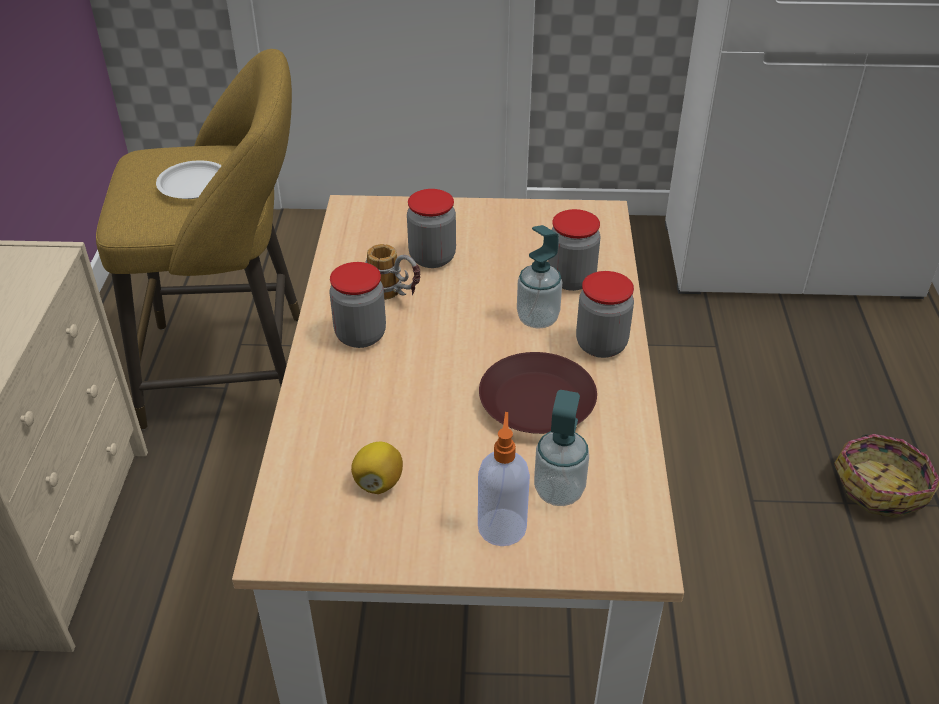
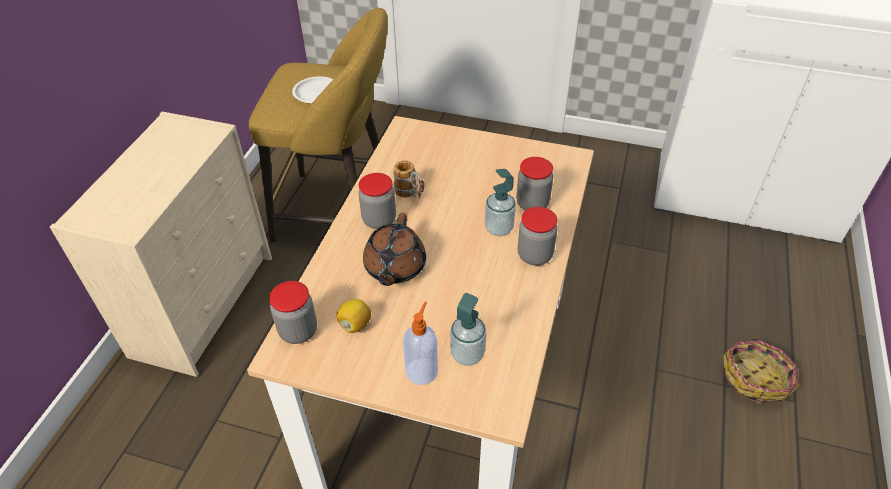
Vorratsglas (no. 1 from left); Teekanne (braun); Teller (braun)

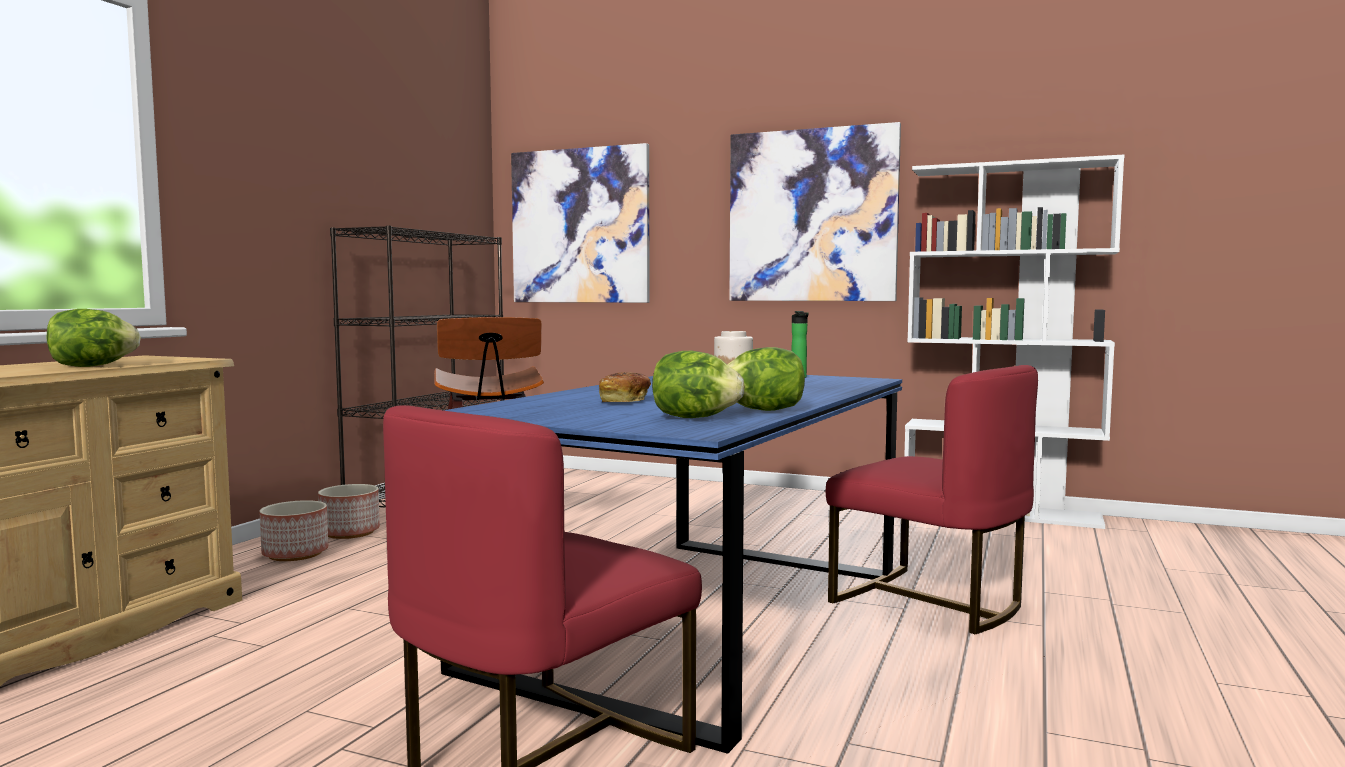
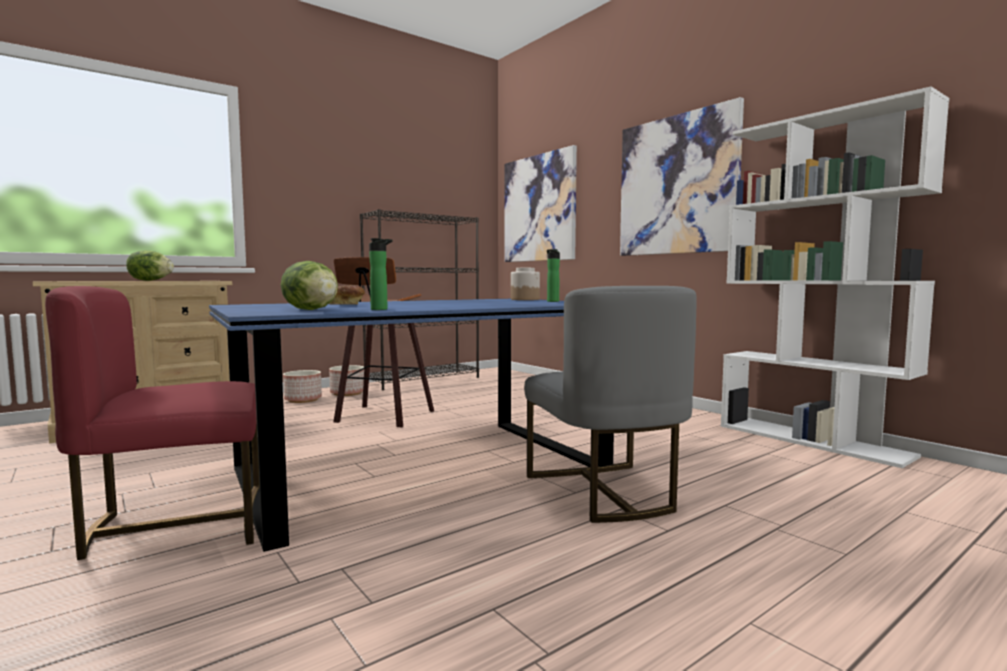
Flasche (no. 1 from left); Stuhl (grau)

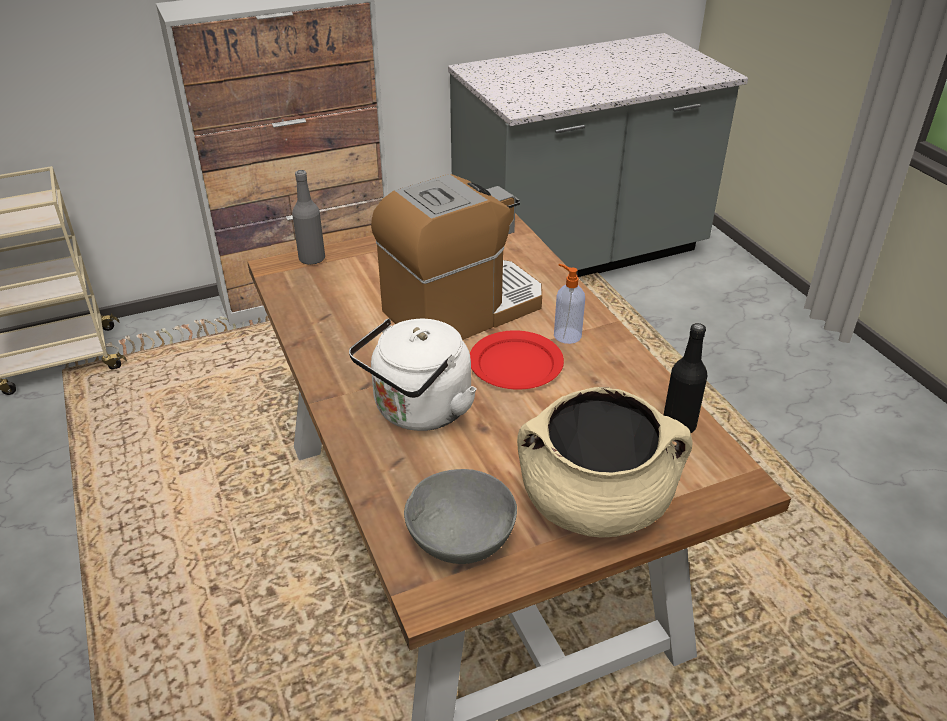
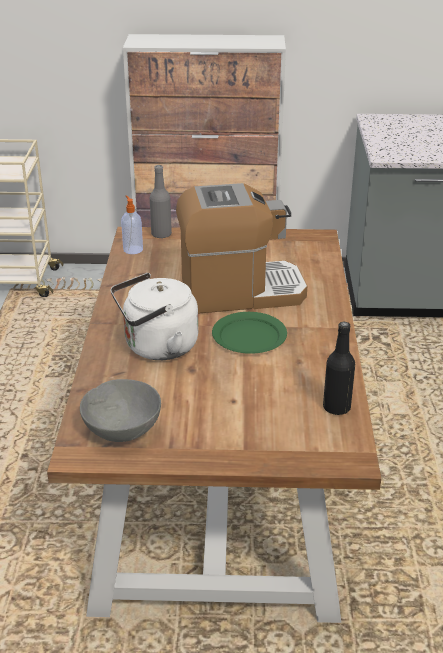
Seifenspender; Teller (grün); Kochtopf (beige)

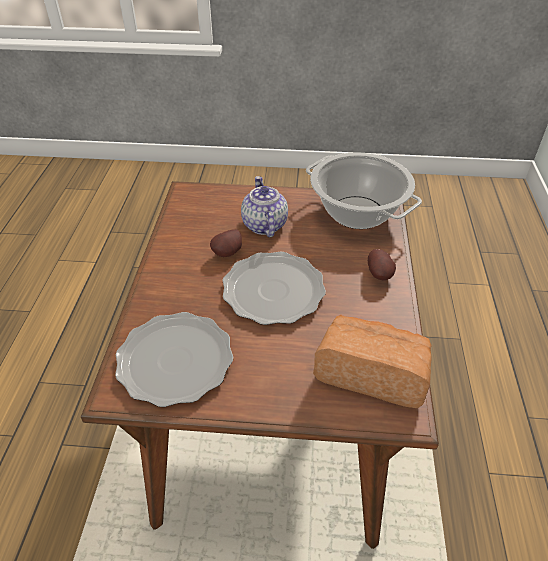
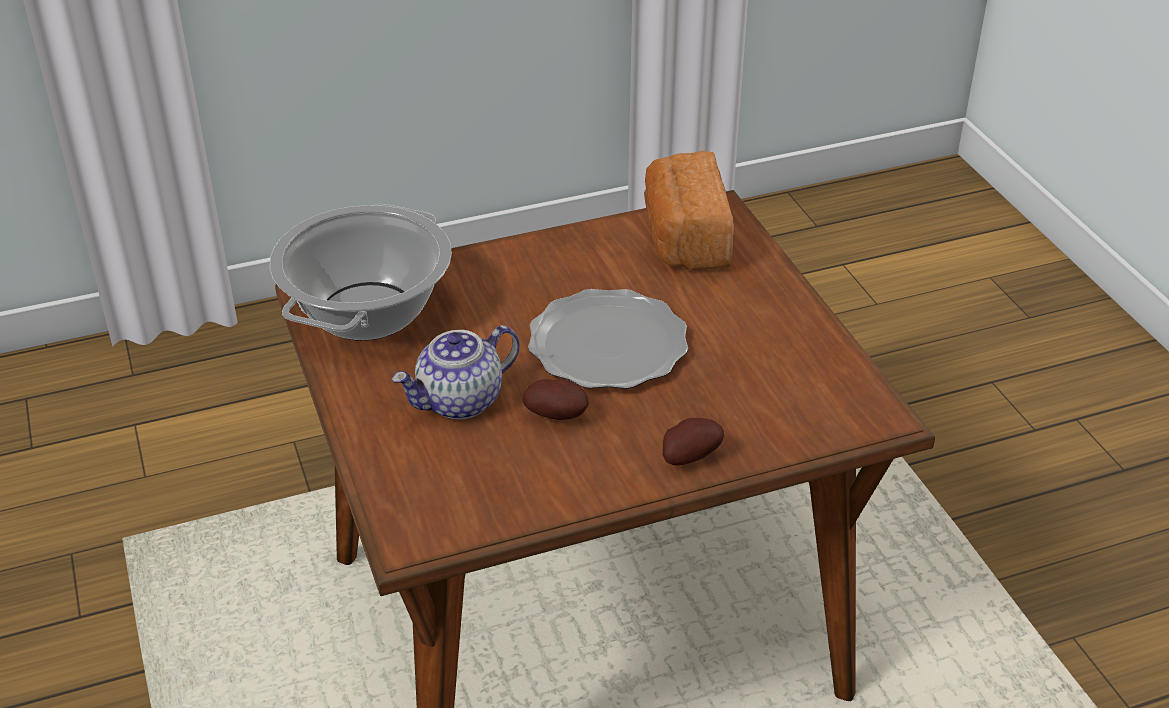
Kartoffel (no. 2 from left); Teller (no. 1 from left in the first image)

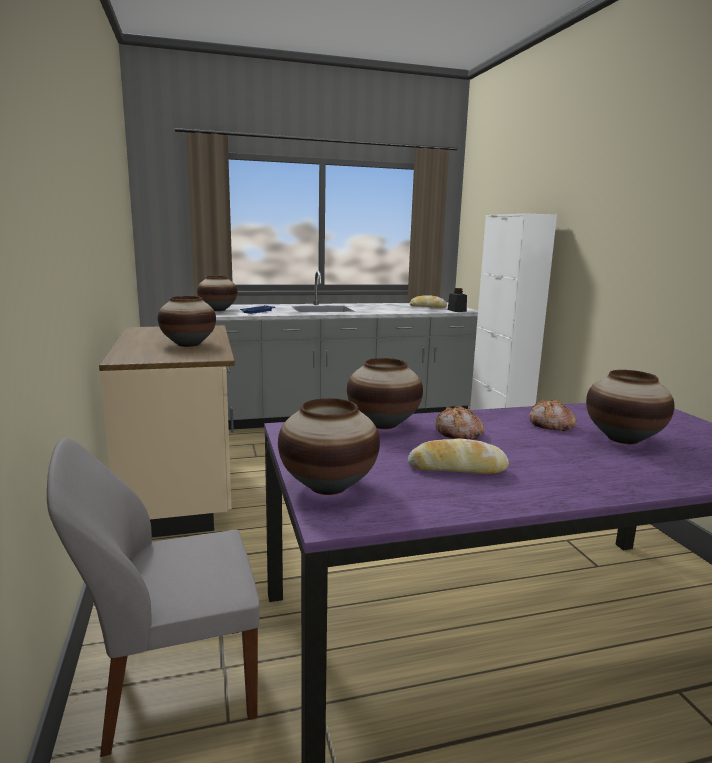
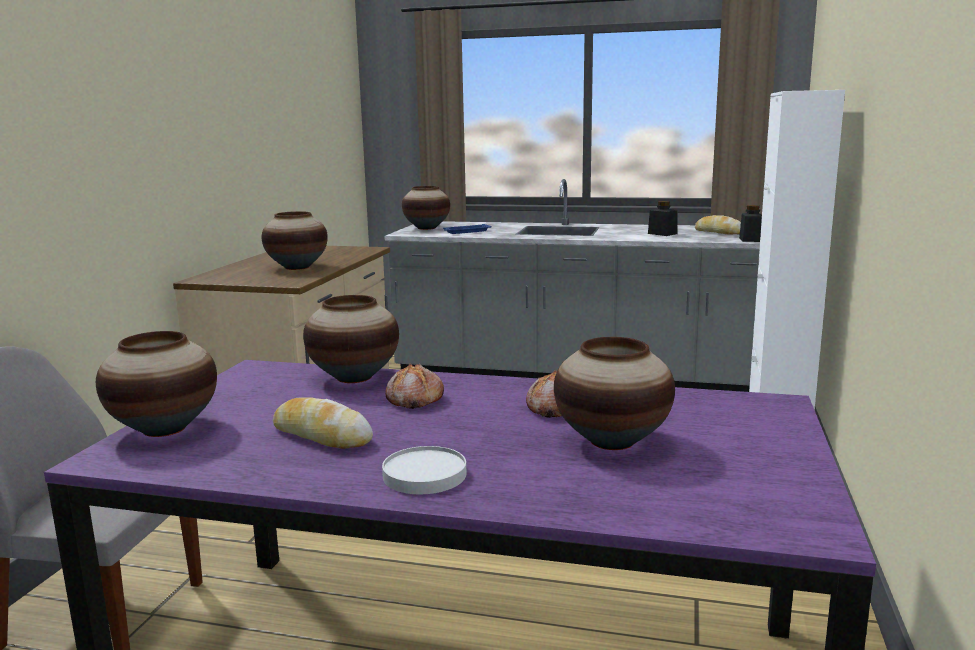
Teller (weiß); Vorratsglas (schwarz) (no. 1 from left)

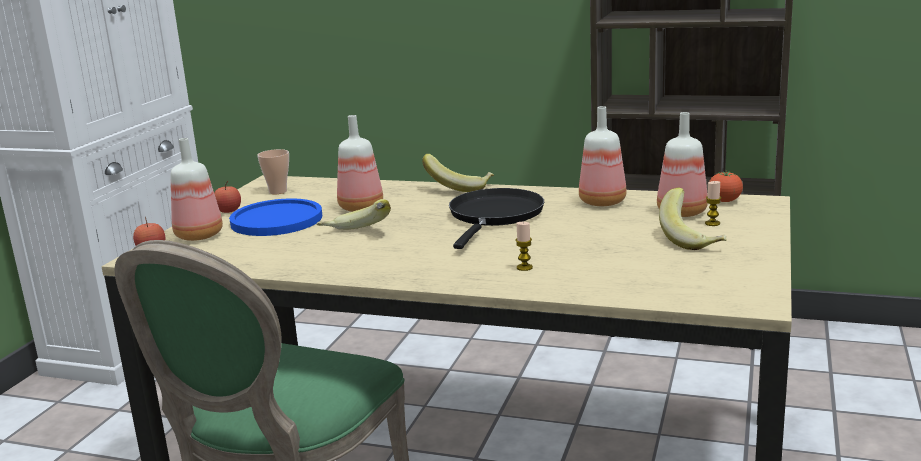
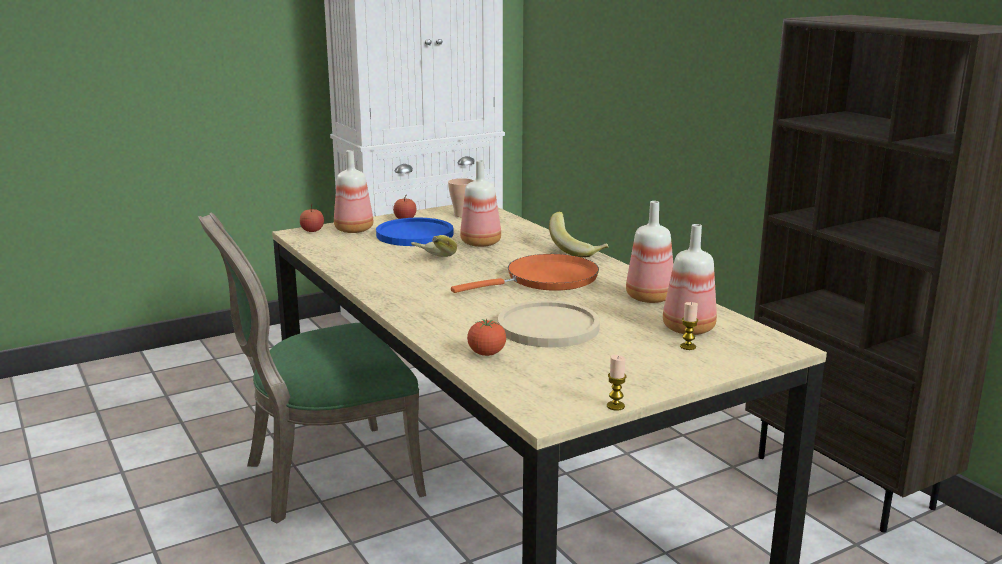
Pfanne (orange); Tomate; Teller (beige); Kerze (no. 1 from left); Banane (no. 3 from left in the first image)

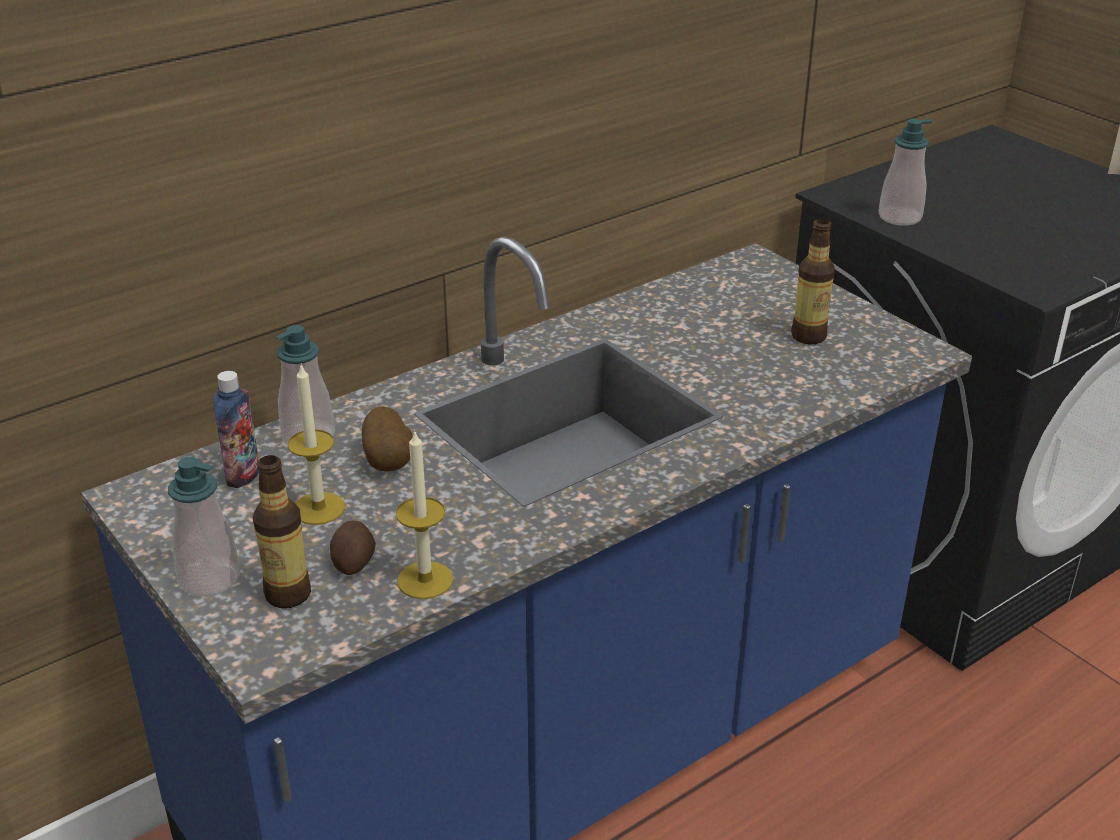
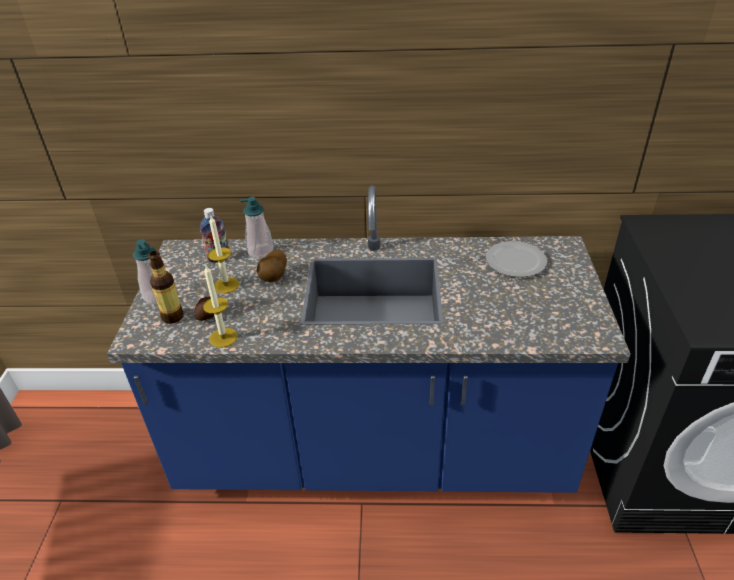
Teller; Flasche (no. 3 from left in the first image); Seifenspender (no. 3 from left in the first image)

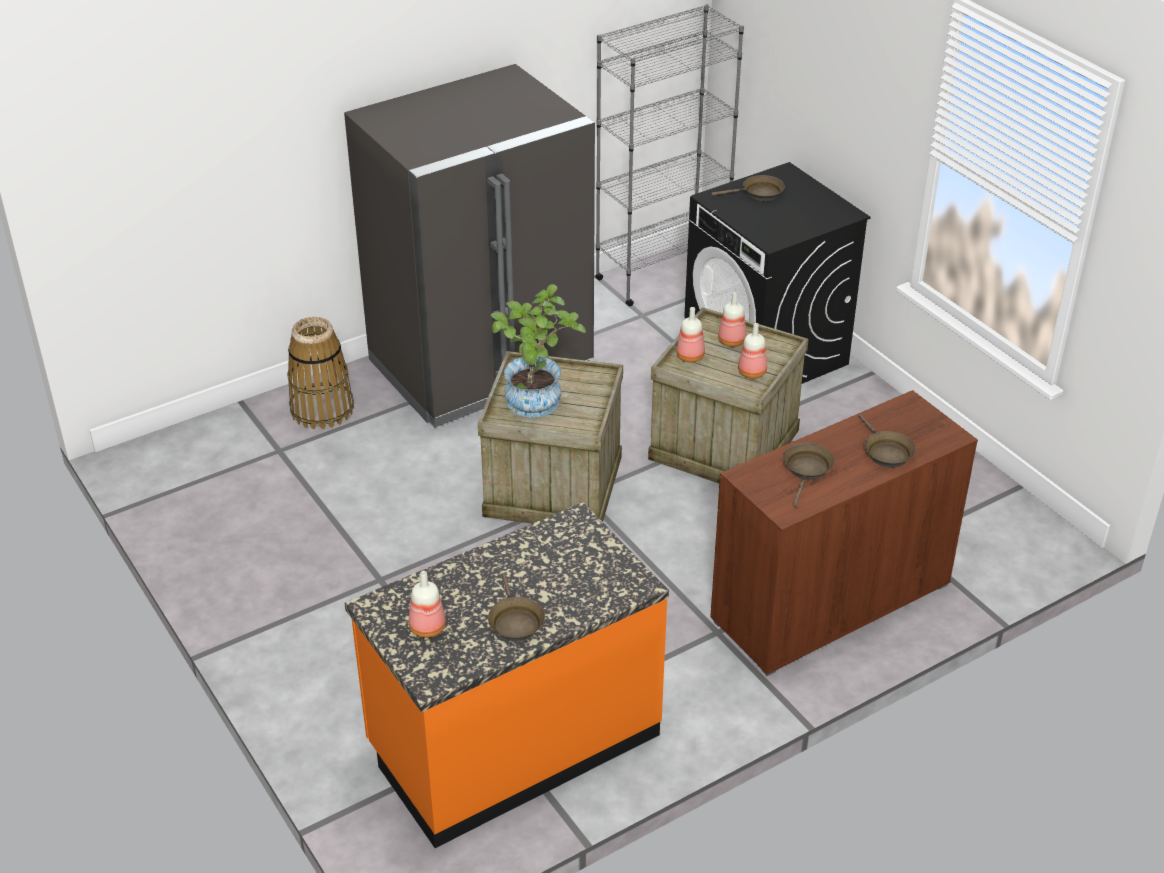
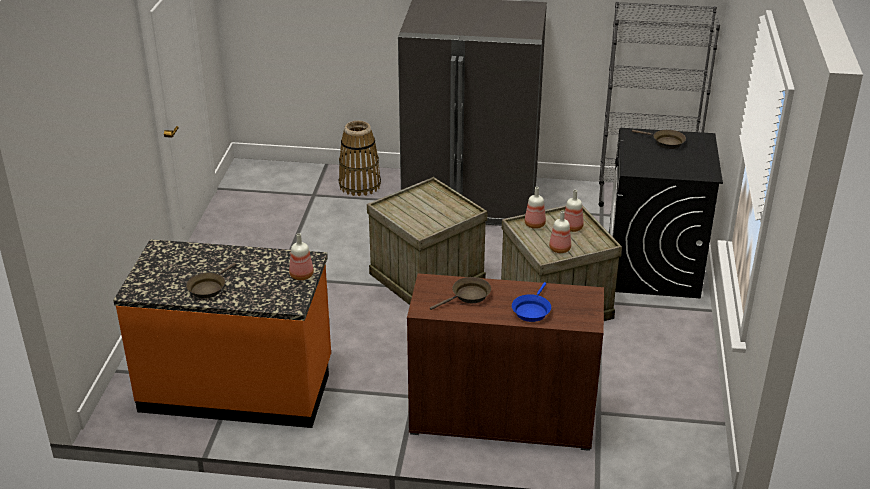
Flasche (no. 1 from left); Pfanne (blau); Topfpflanze

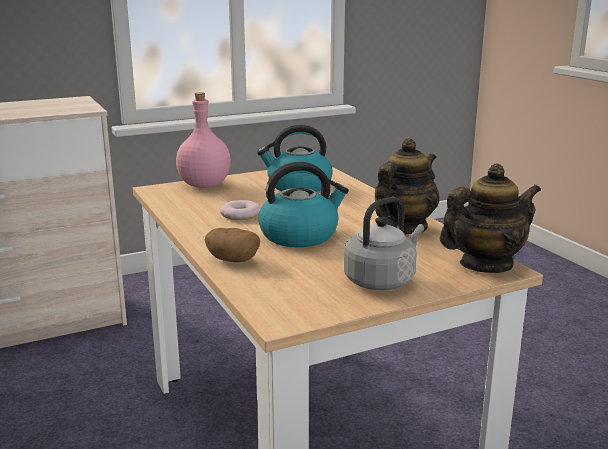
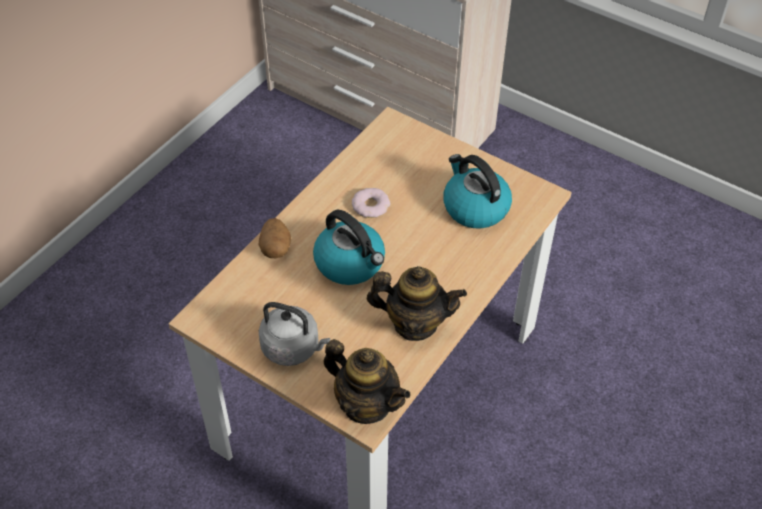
Flasche (rosa)

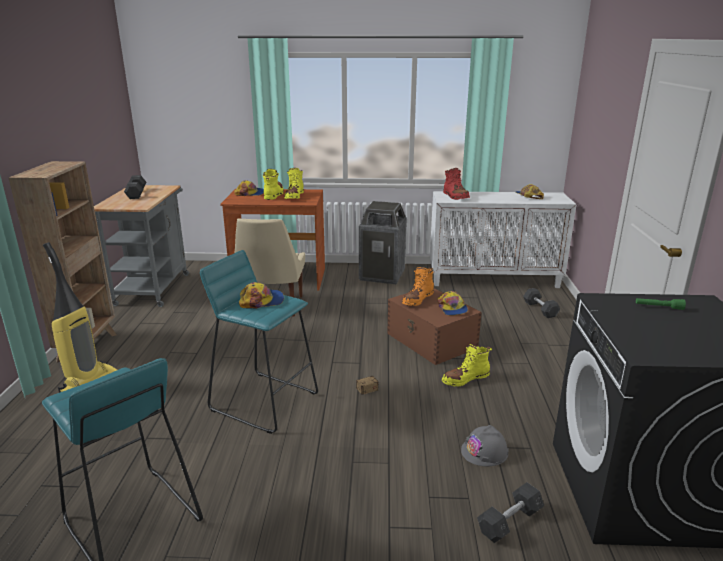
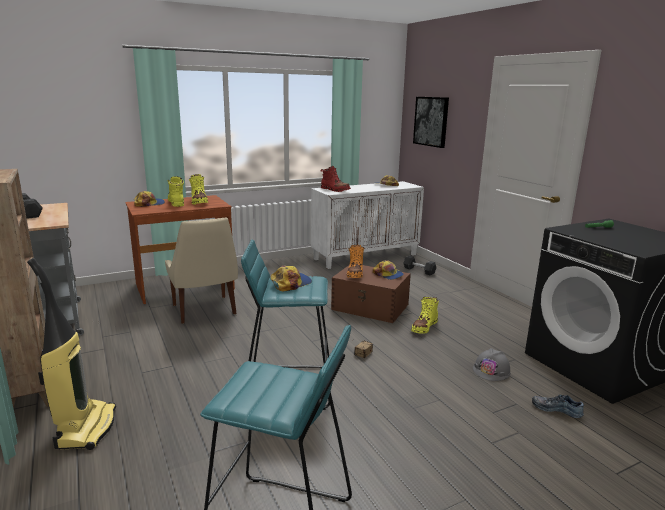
Bild; Schuh; Mülleimer

